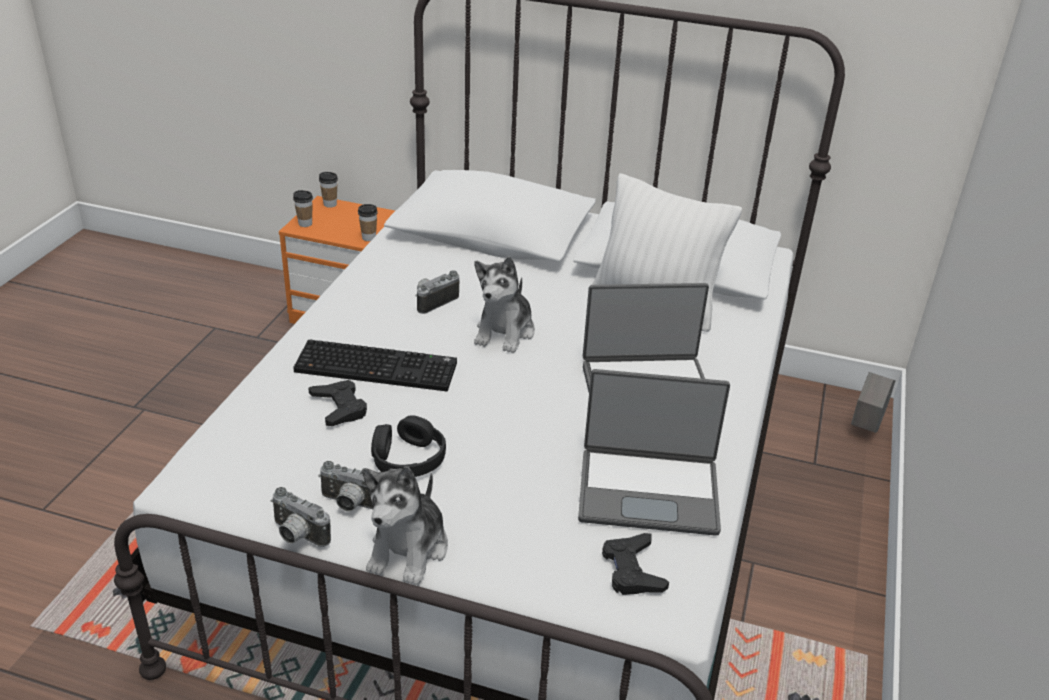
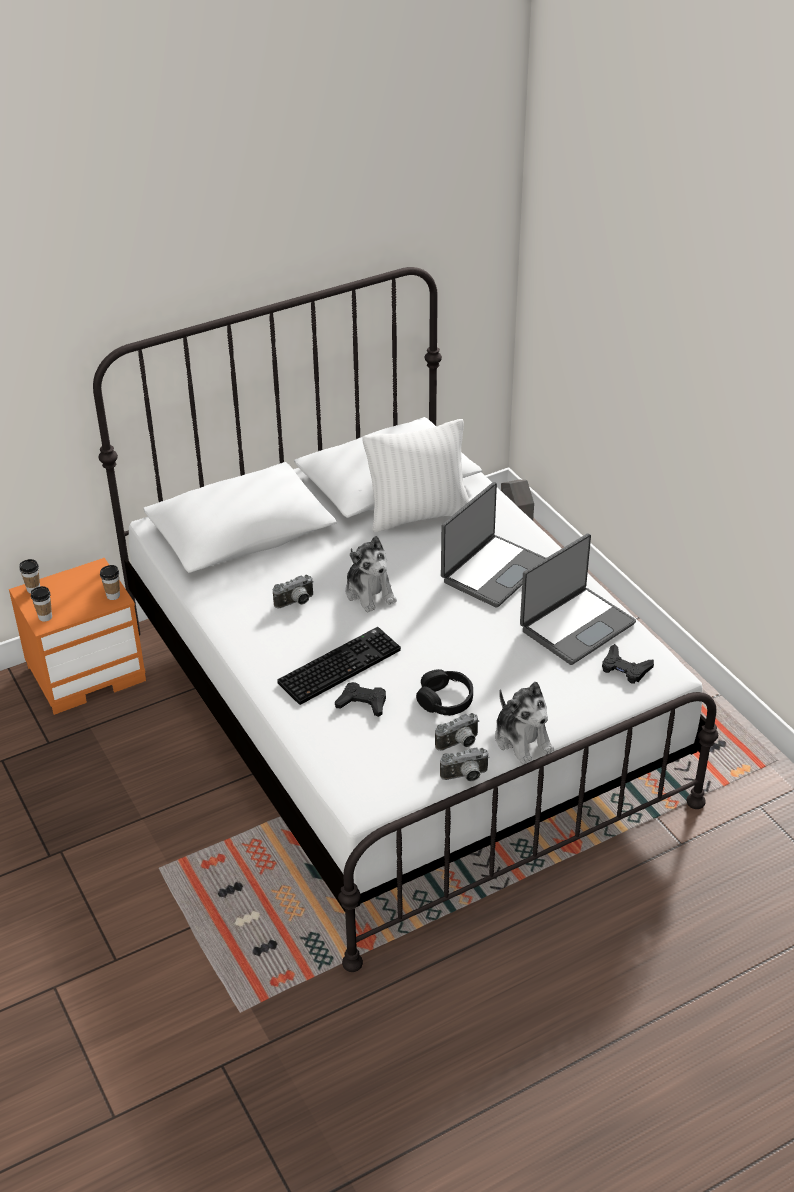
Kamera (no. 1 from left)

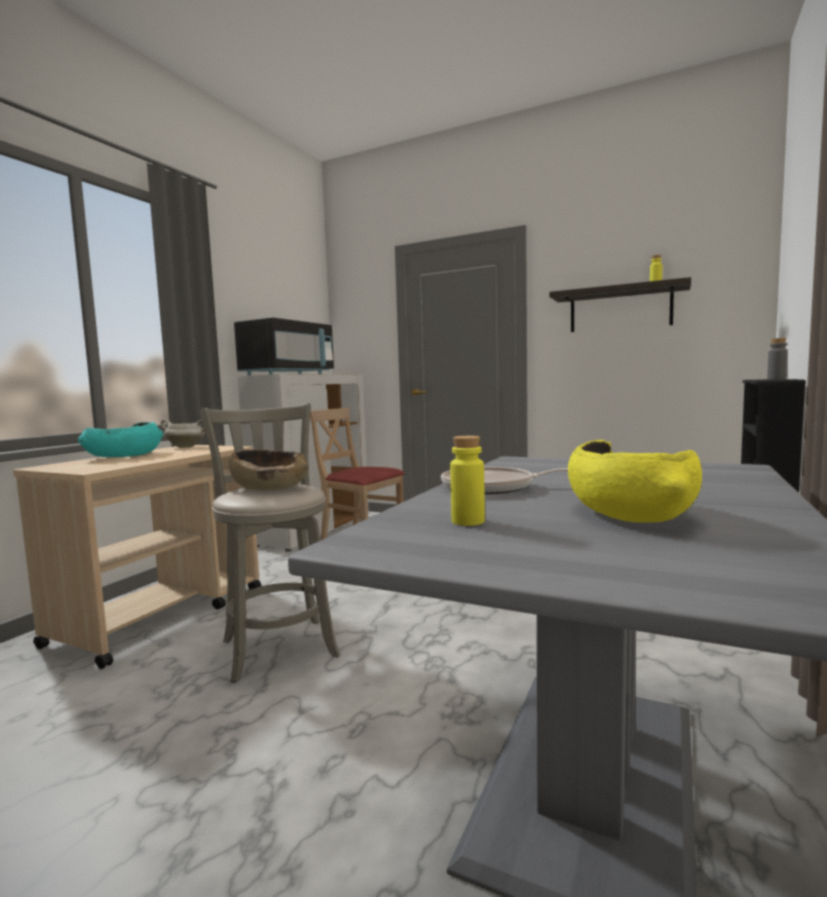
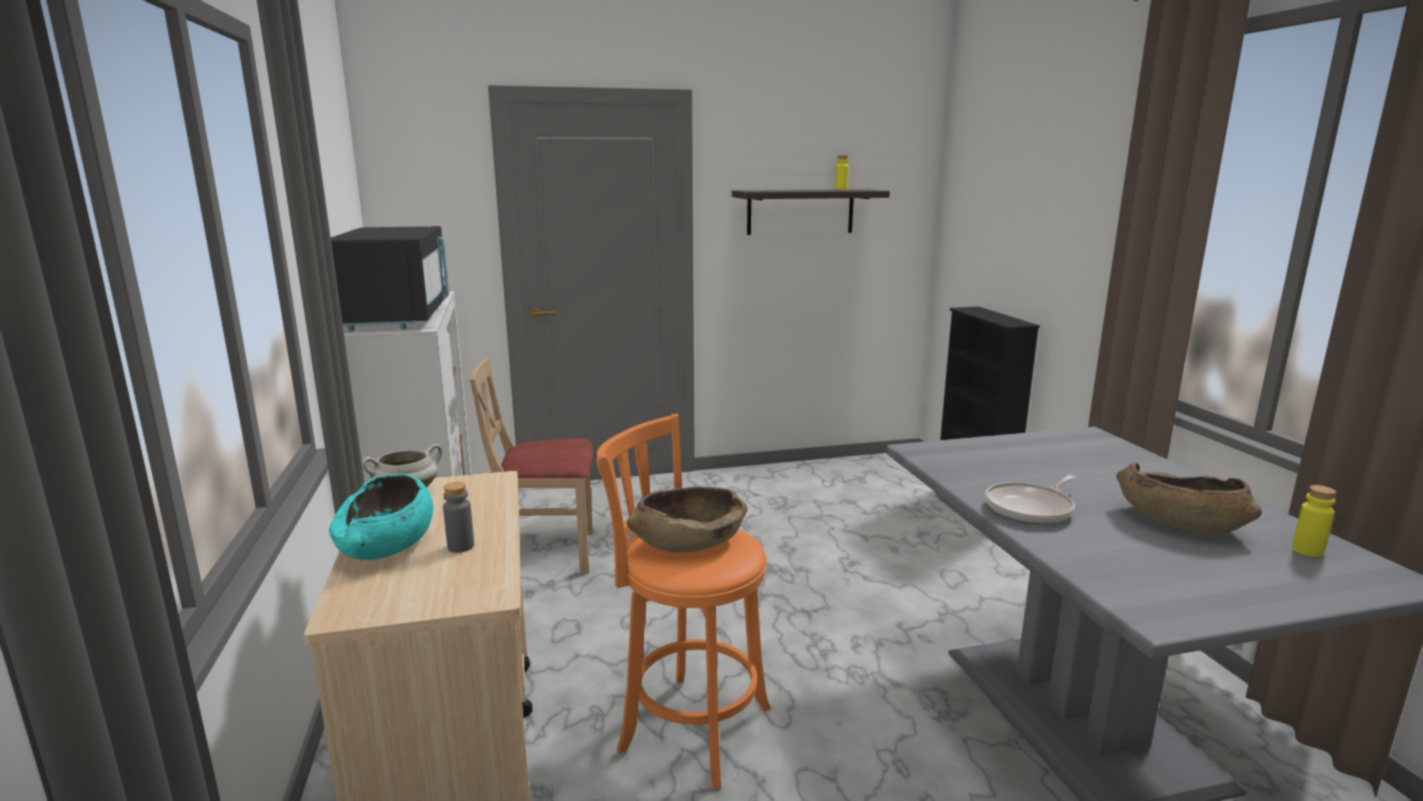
Flasche (grau); Hocker (orange); Schüssel (braun) (no. 2 from left); Flasche (gelb) (no. 2 from left)

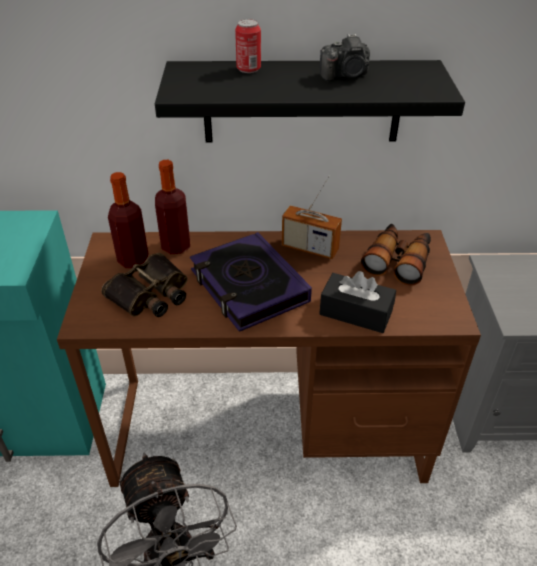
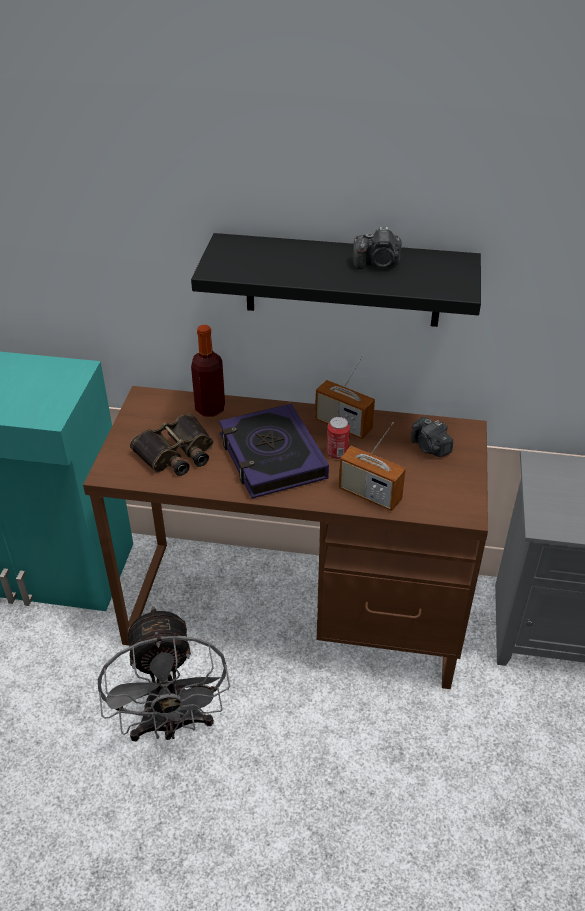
Dose; Radio (no. 2 from left); Kamera (no. 2 from left); Flasche (no. 1 from left in the first image)

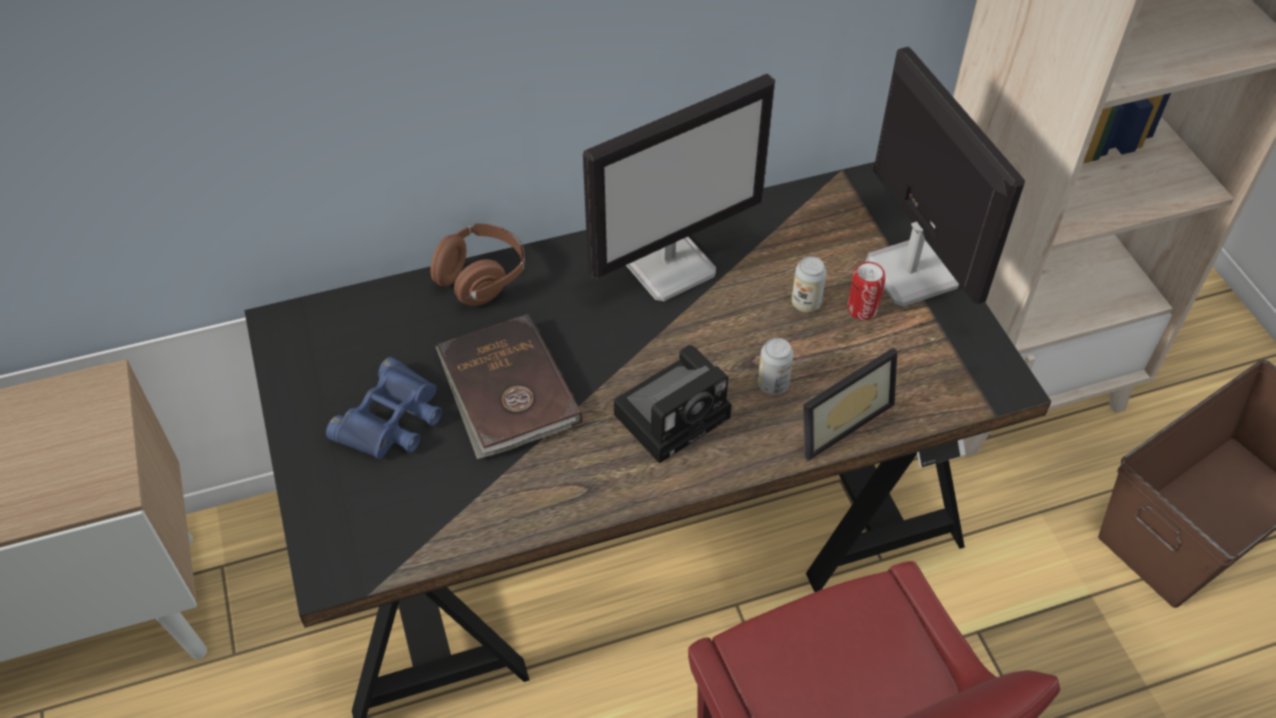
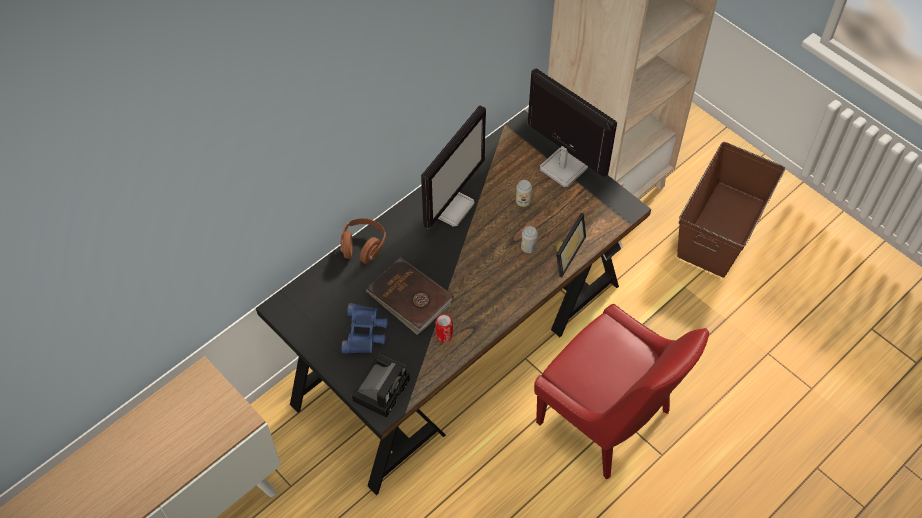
Kamera; Dose (no. 1 from left)

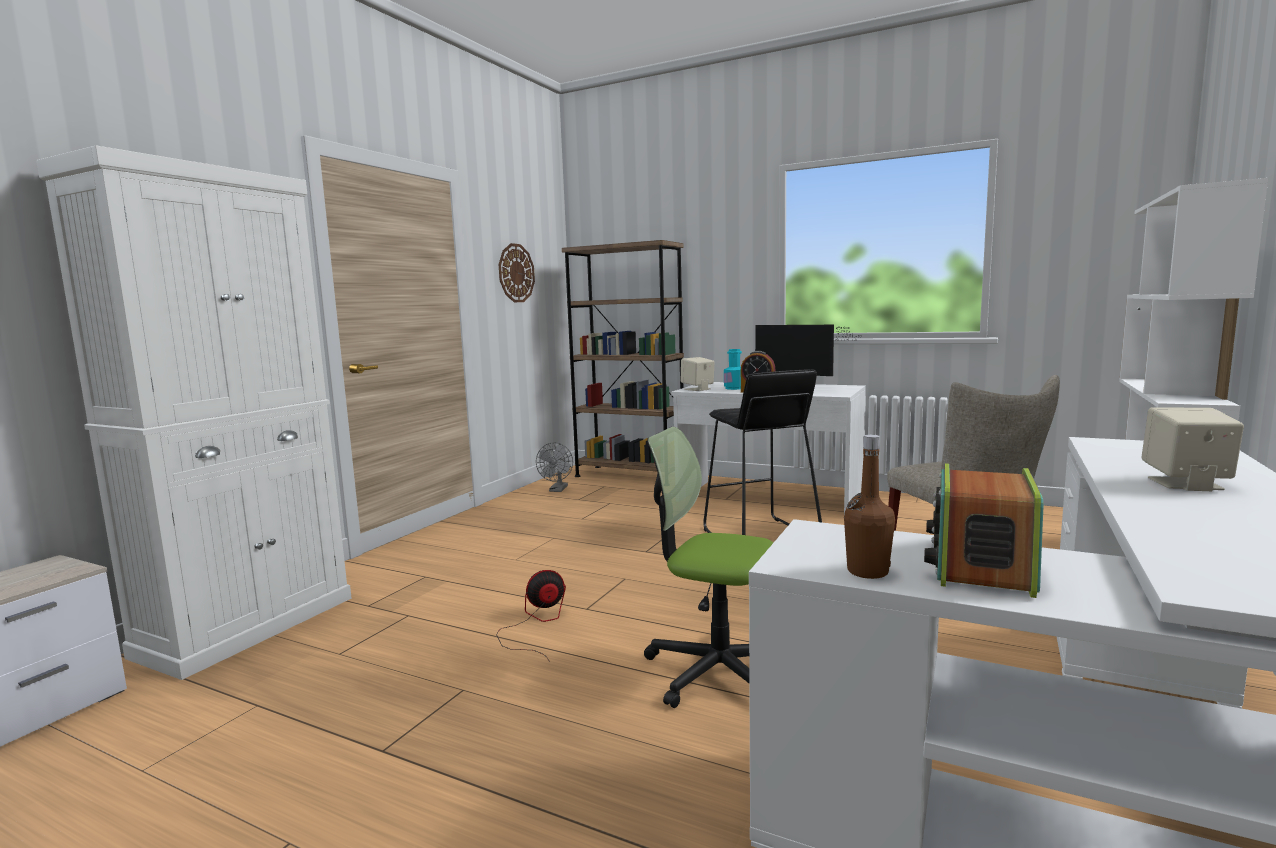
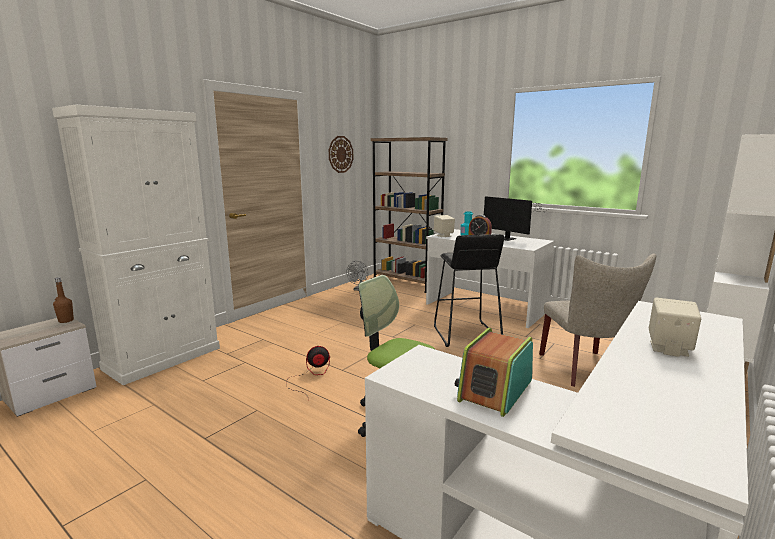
Flasche (braun)

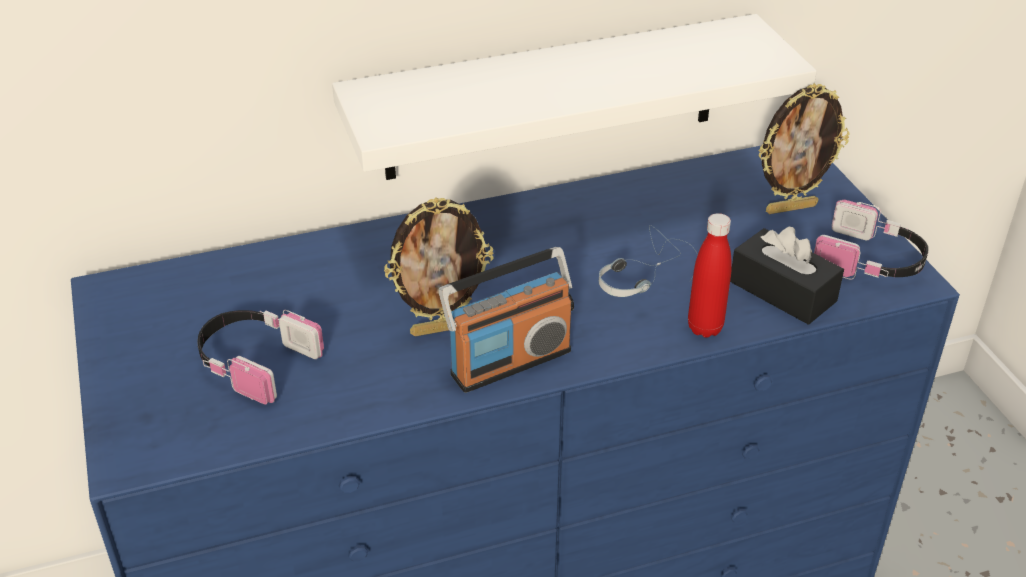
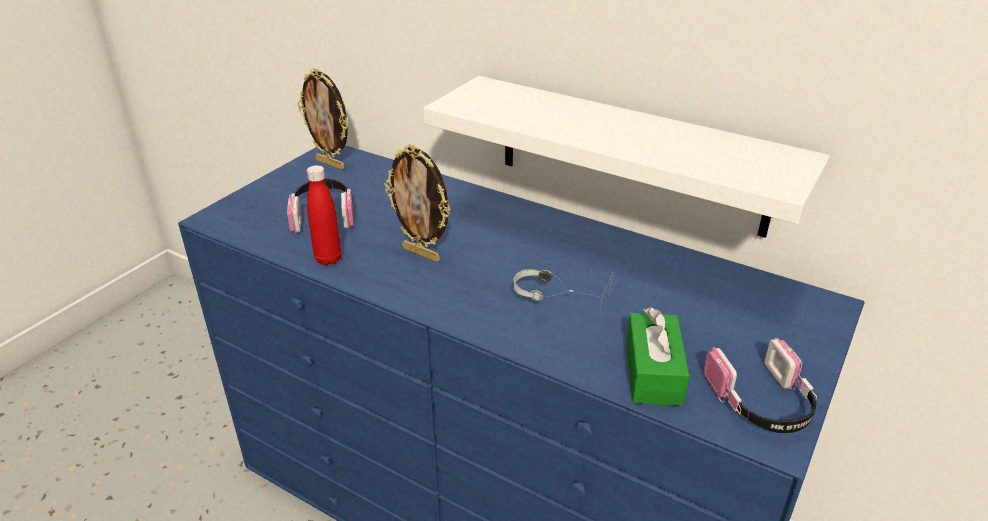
Bilderrahmen (no. 1 from left); Flasche (rot); Taschentuchbox (grün); Radio

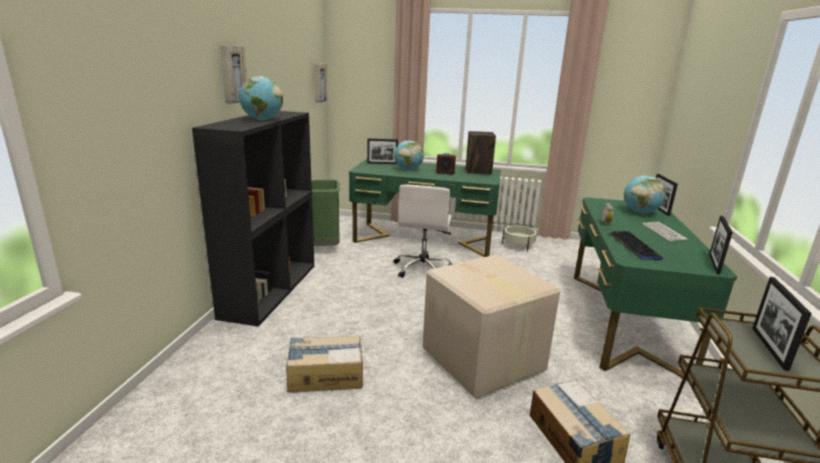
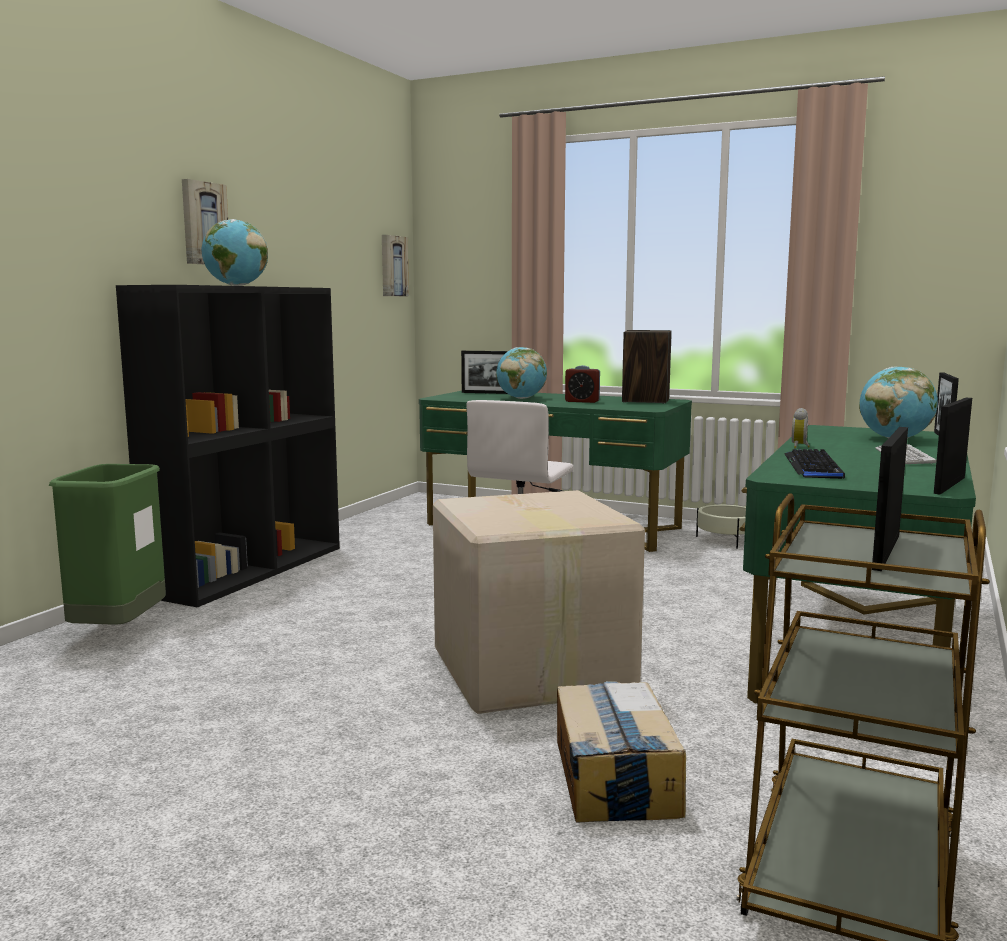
Mülleimer (grün); Karton (no. 1 from left in the first image)

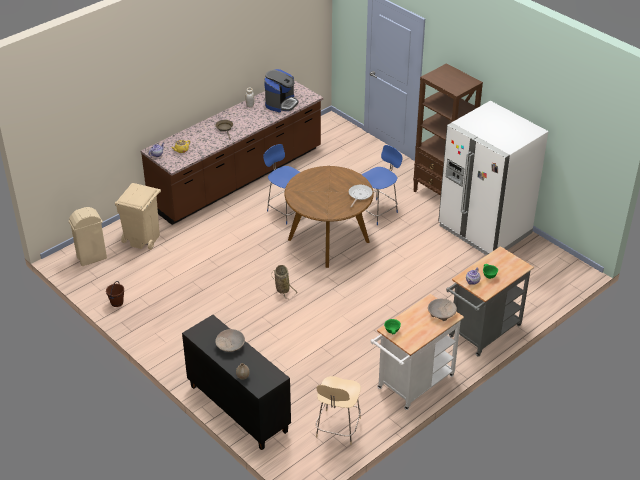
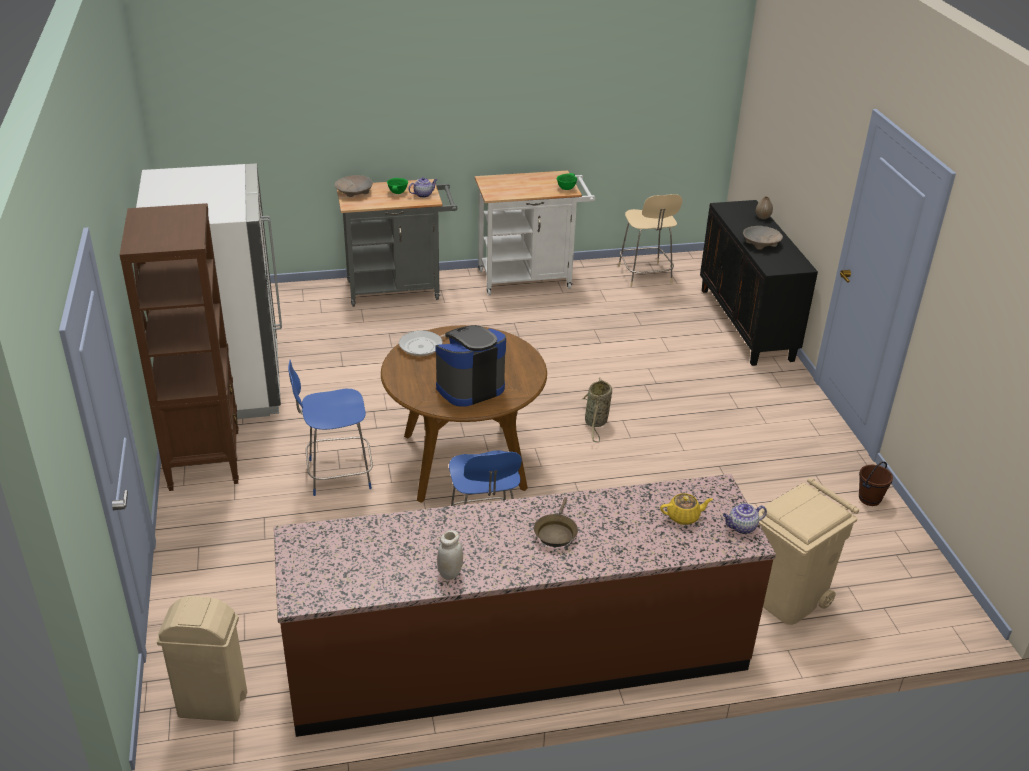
Mülleimer (beige) (no. 1 from left); Schüssel (beige) (no. 1 from left); Kaffeemaschine; Stuhl (beige)

